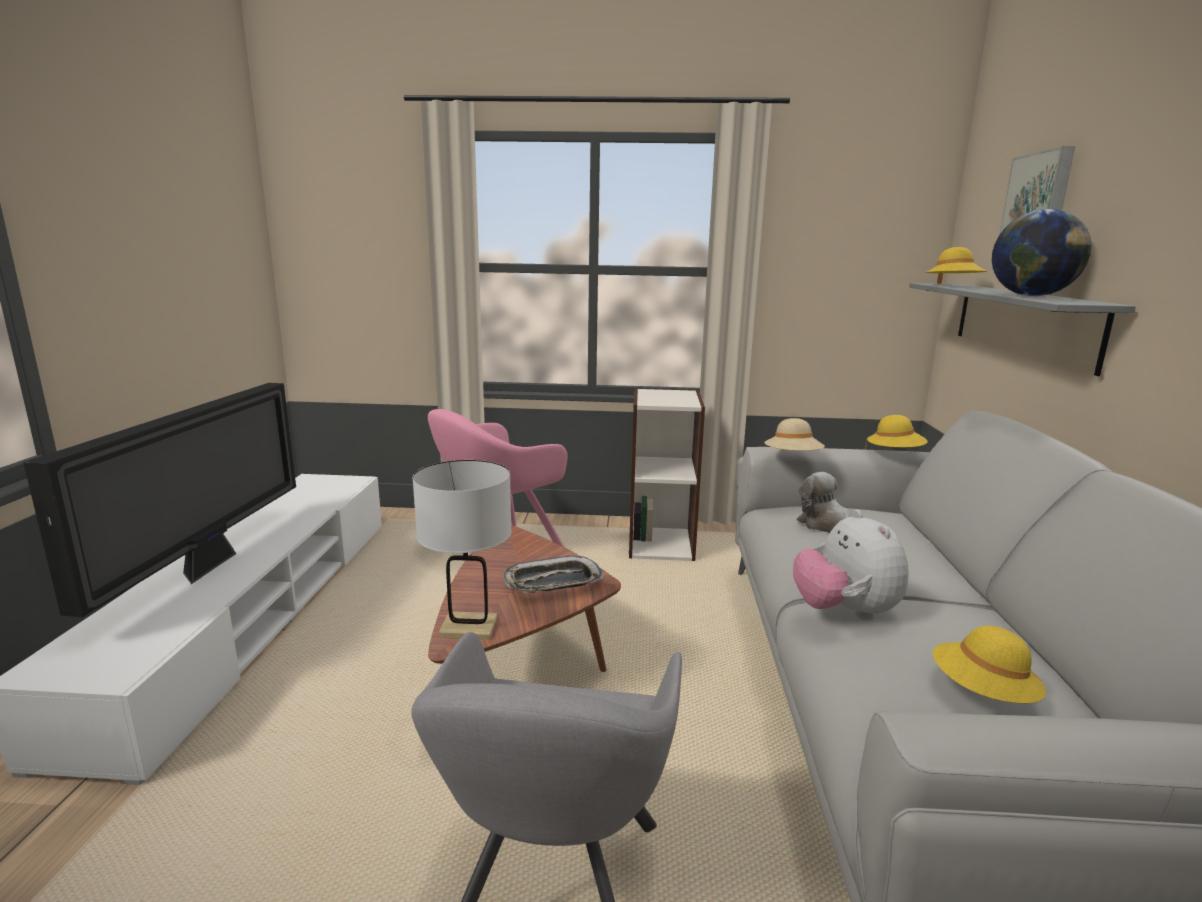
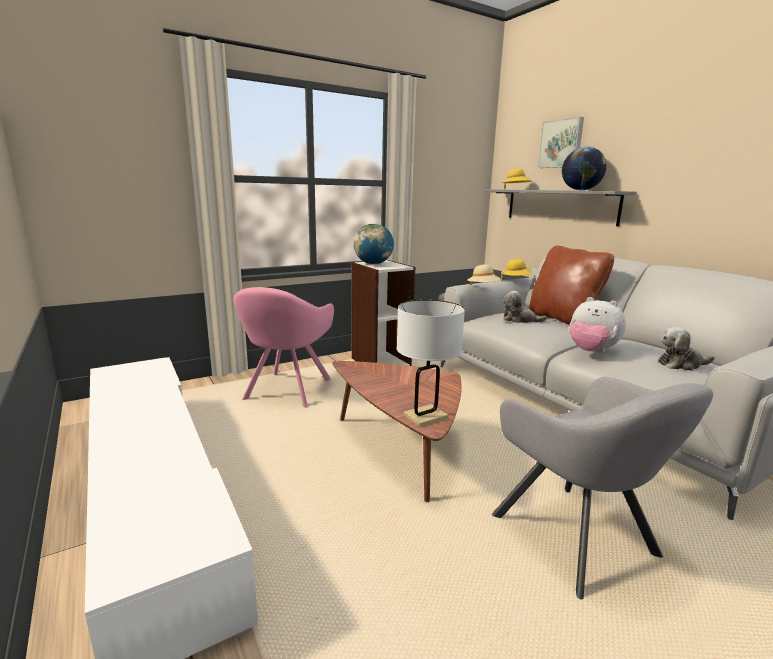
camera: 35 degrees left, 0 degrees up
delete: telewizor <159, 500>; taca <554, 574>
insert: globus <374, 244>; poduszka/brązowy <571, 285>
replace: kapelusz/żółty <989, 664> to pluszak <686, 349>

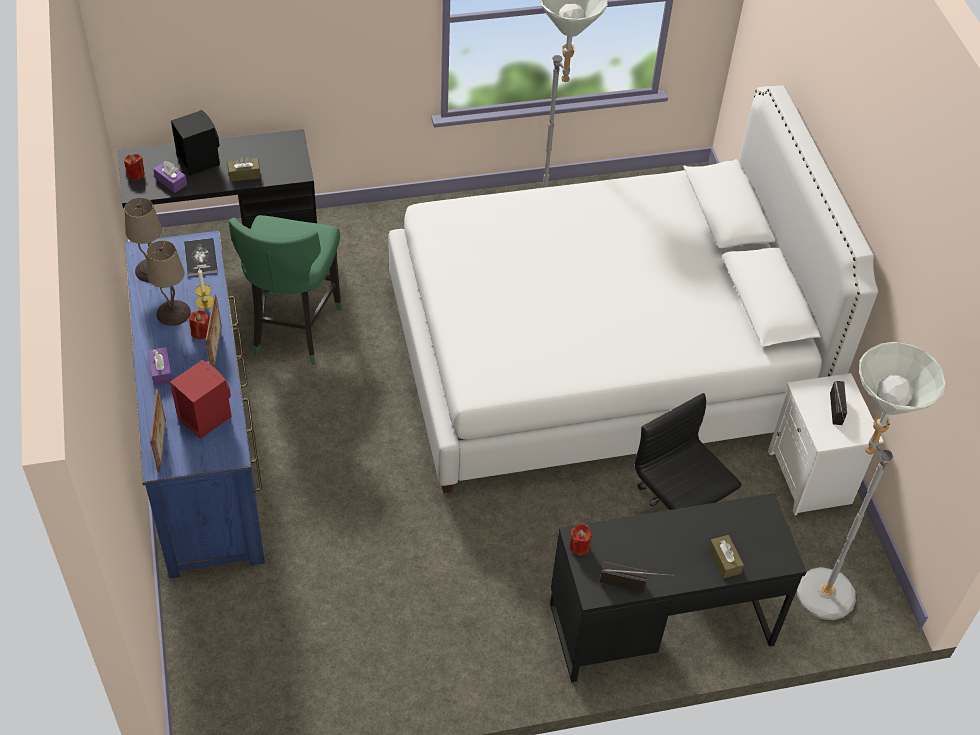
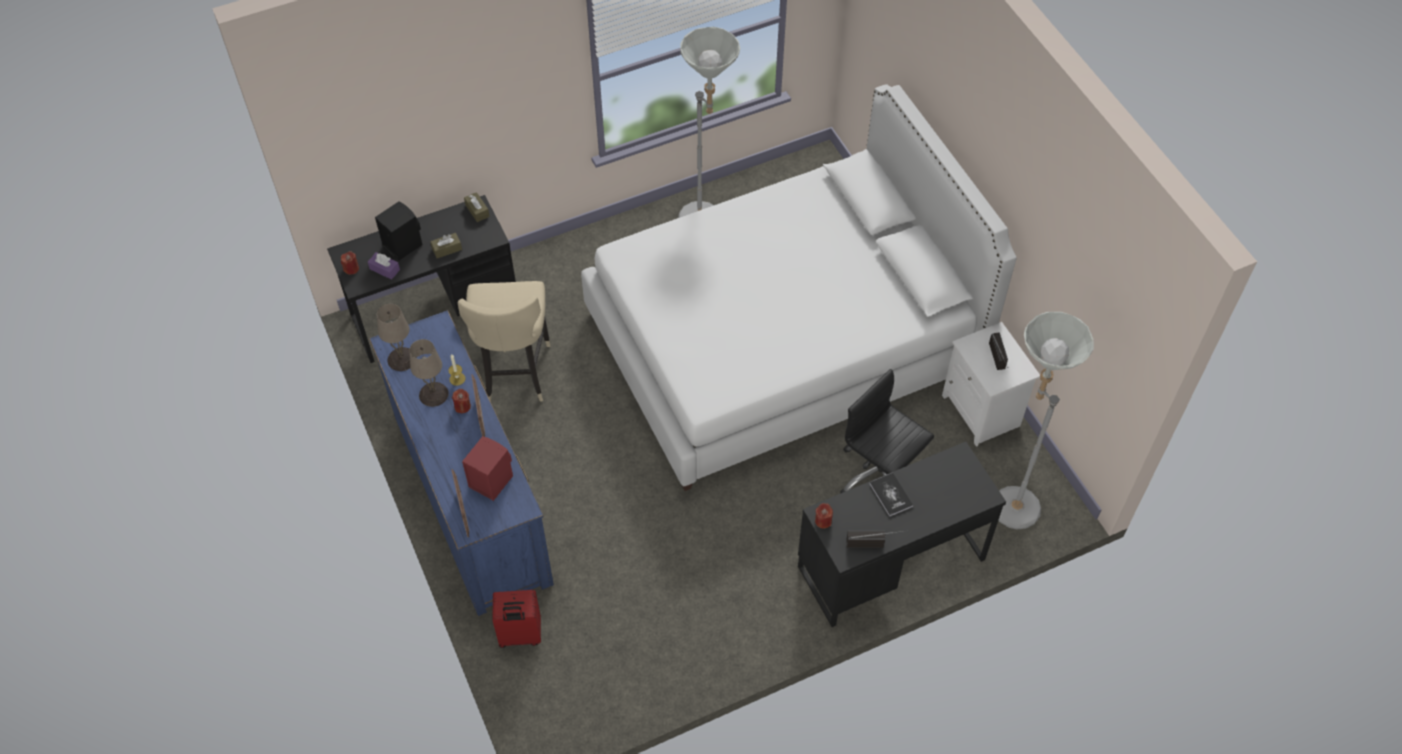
camera: 10 degrees left, 5 degrees up
delete: pudełko chusteczek/fioletowy <160, 366>
insert: walizka/czerwony <517, 619>
move: książka <201, 257> to <891, 495>; pudełko chusteczek/brązowy <726, 556> to <477, 207>
recolor: stołek/zielony <285, 290> to stołek/beżowy <504, 341>

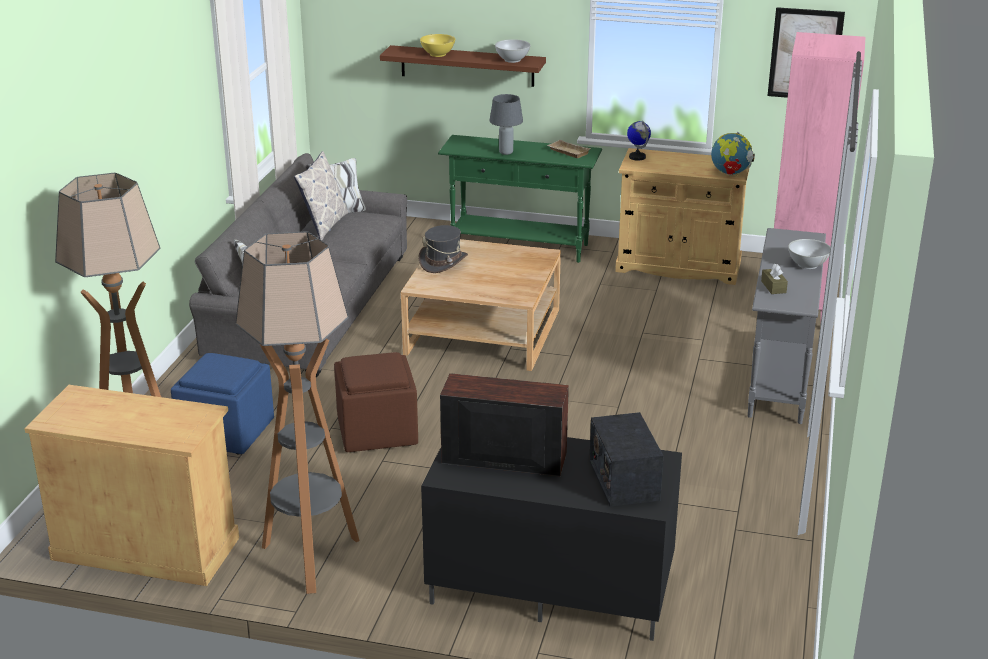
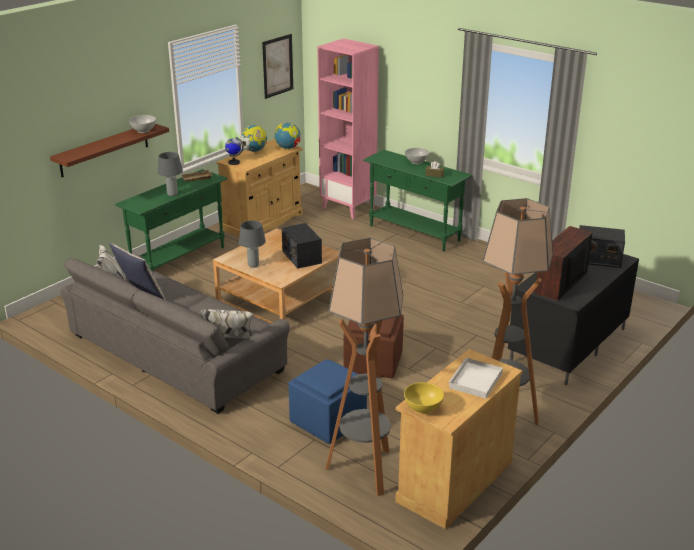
camera: 65 degrees left, 0 degrees up
insert: globus <253, 138>; radio <302, 245>; taca/biały <475, 378>
move: miska/żółty <437, 45> to <424, 398>
replace: kapelusz/szary <443, 249> to lampa stołowa/szary <252, 244>
recolor: stolik konsolowy/szary <787, 326> to stolik konsolowy/zielony <417, 200>

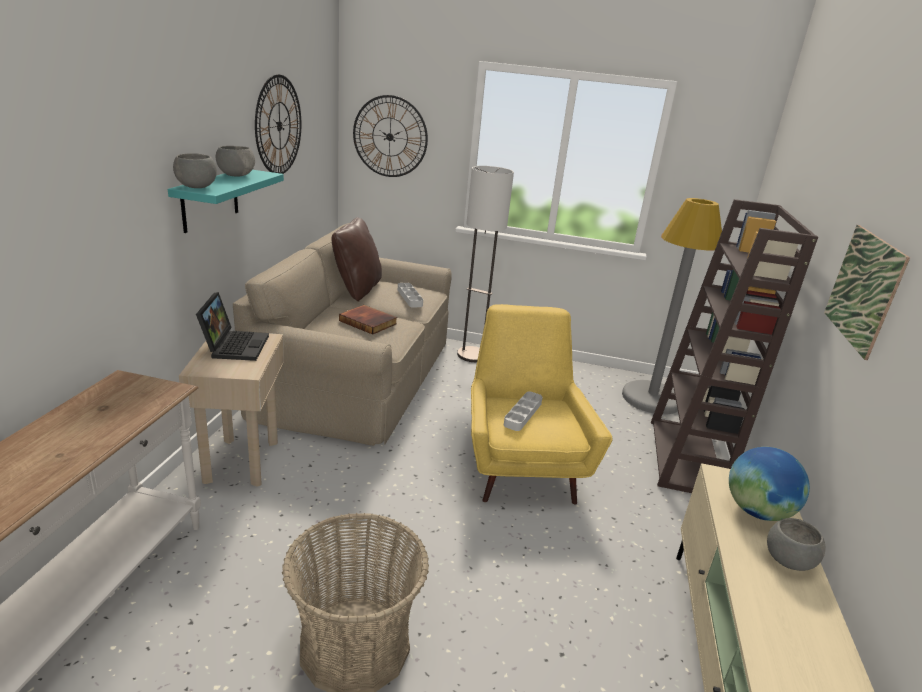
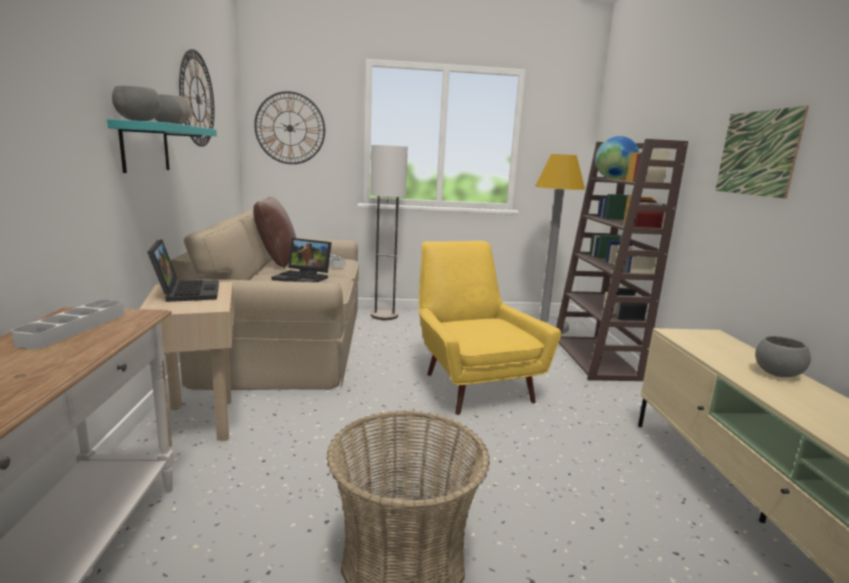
camera: 15 degrees left, 10 degrees down
move: taca/szary <523, 411> to <67, 324>; globus <769, 484> to <617, 157>
replace: książka <368, 319> to laptop <302, 260>

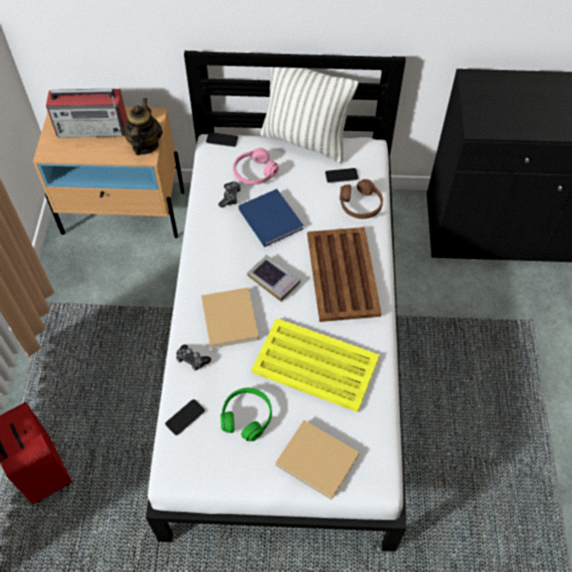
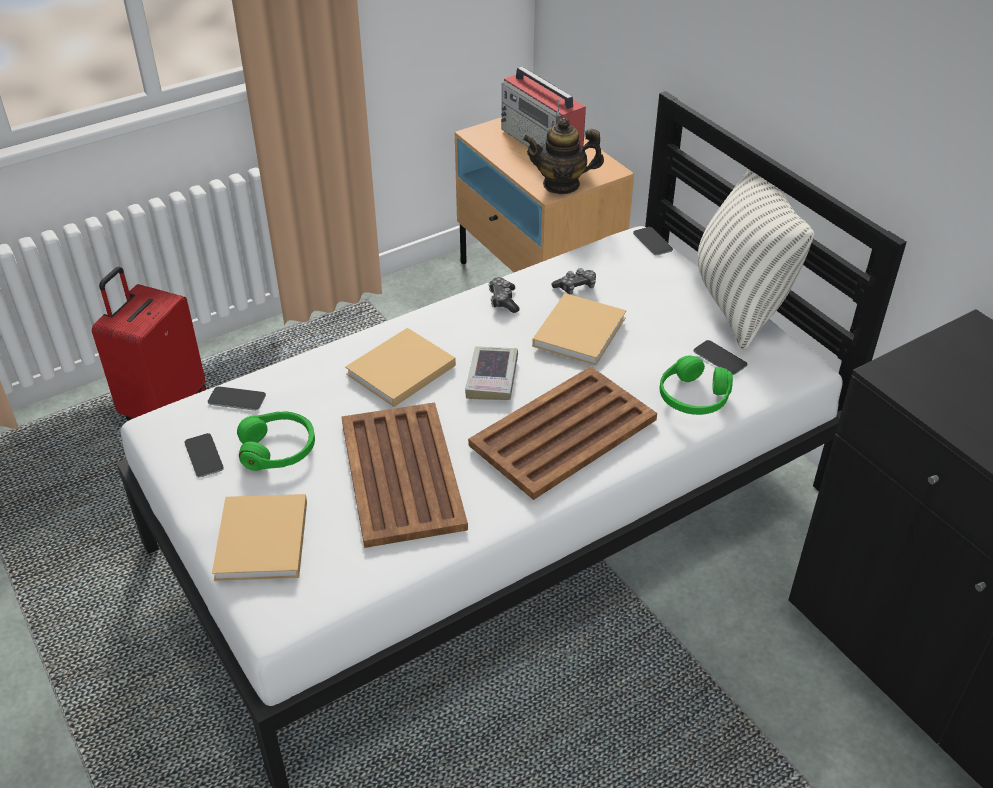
camera: 55 degrees right, 15 degrees down
delete: słuchawki/różowy <256, 166>
insert: telefon <204, 455>
move: pad do gier <193, 357> to <503, 295>
recolor: słuchawki/brązowy <361, 199> to słuchawki/zielony <696, 385>; książka/niebieski <271, 218> to książka/beżowy <579, 329>; taca/żółty <315, 365> to taca/brązowy <404, 475>
rotate: imbryk <142, 126> = <563, 156> 150 degrees counterclockwise

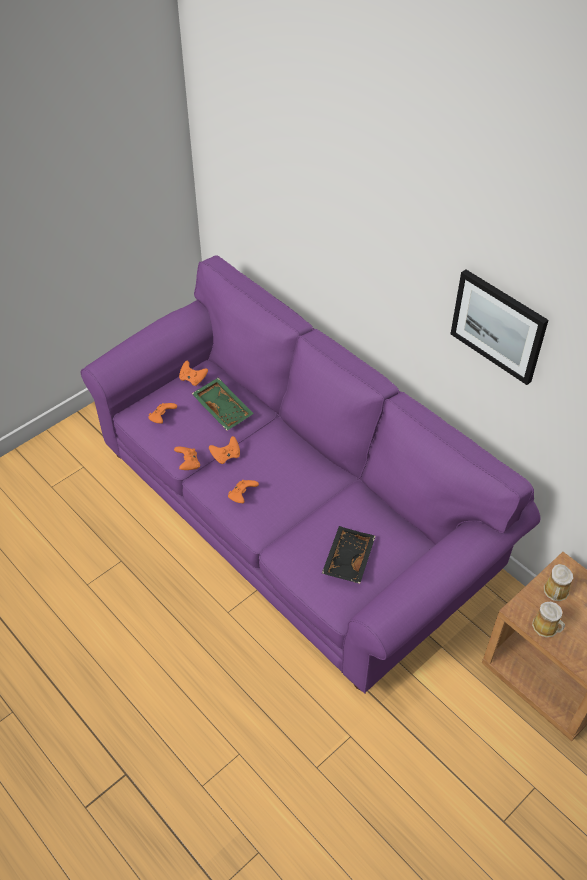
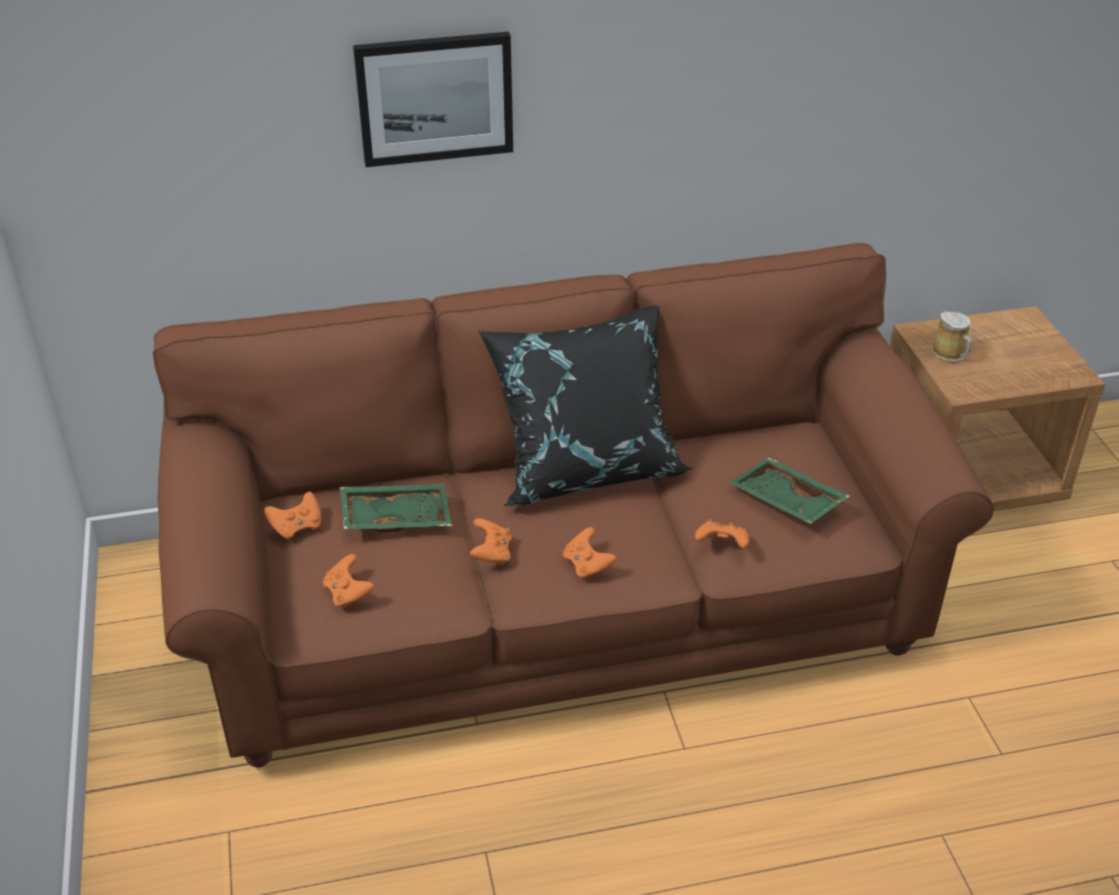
camera: 60 degrees left, 10 degrees down
delete: kubek <548, 619>
insert: poduszka/czarny <586, 405>
move: obraz <499, 327> to <433, 99>; pad do gier/pomarańczowy <187, 458> to <722, 534>
recolor: kanapa/fioletowy <311, 474> to kanapa/brązowy <573, 505>; taca/czarny <348, 555> to taca/zielony <789, 491>

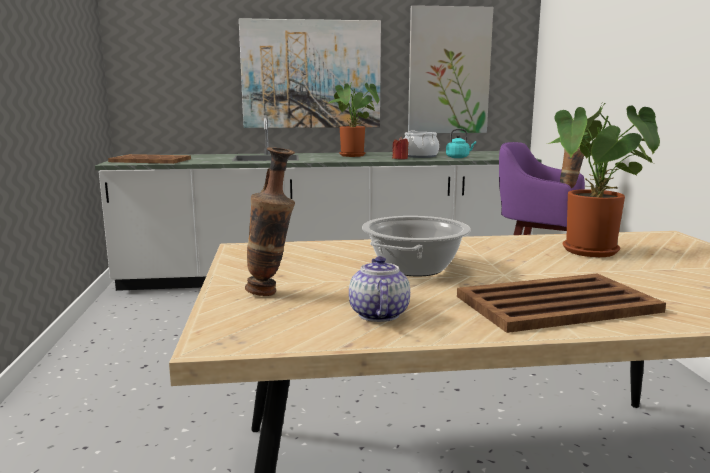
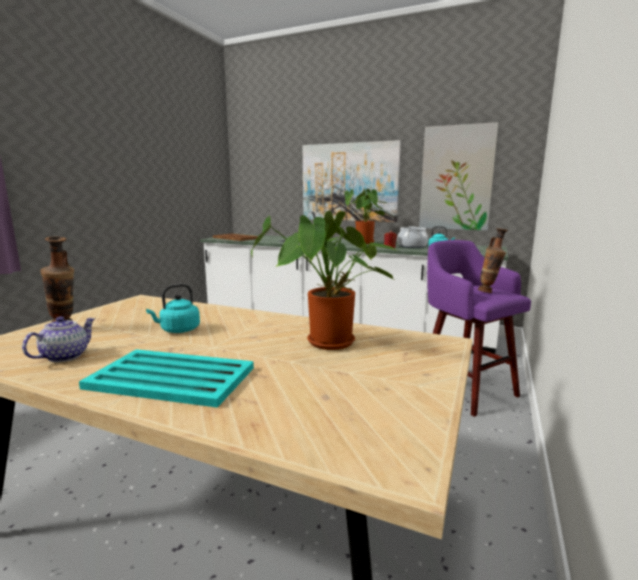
camera: 30 degrees right, 0 degrees up
replace: garnek <416, 246> to czajnik/turkusowy <173, 308>
recolor: taca/brązowy <561, 303> to taca/turkusowy <166, 378>

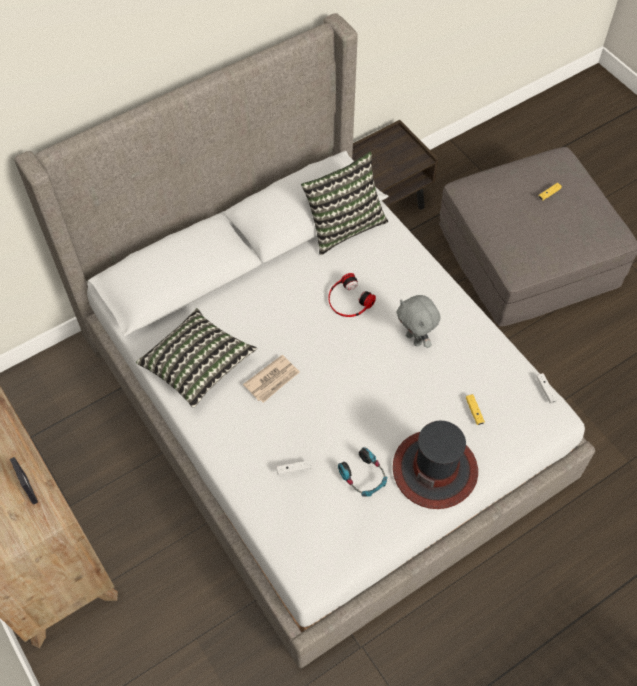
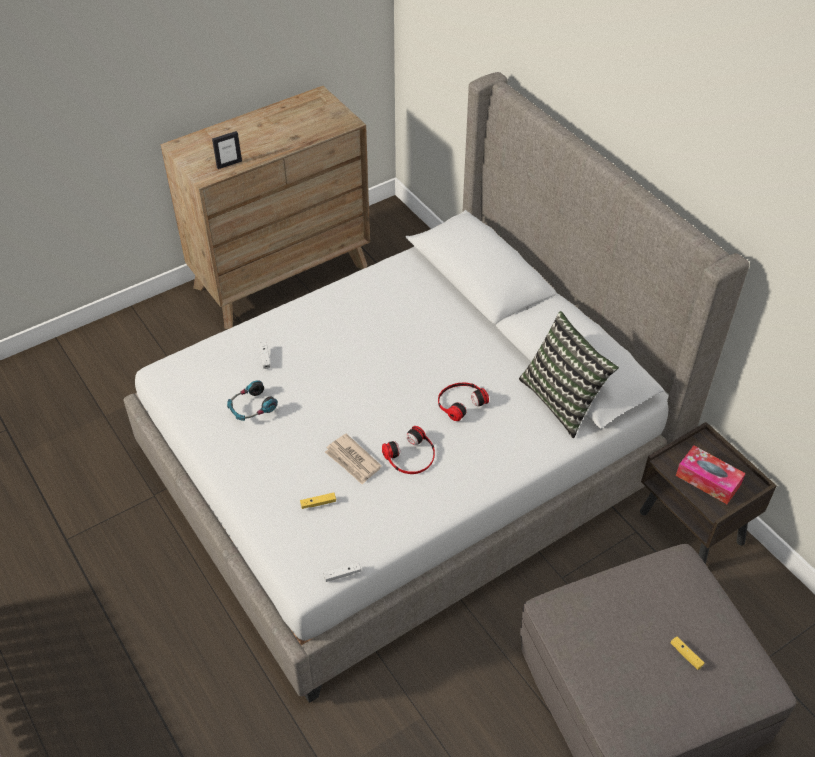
camera: 90 degrees right, 10 degrees down
delete: poduszka <196, 358>; kapelusz <435, 465>
insert: pudełko chusteczek <711, 474>
move: gazeta <271, 379> to <353, 459>
replace: pluszak/szary <418, 321> to słuchawki <408, 450>

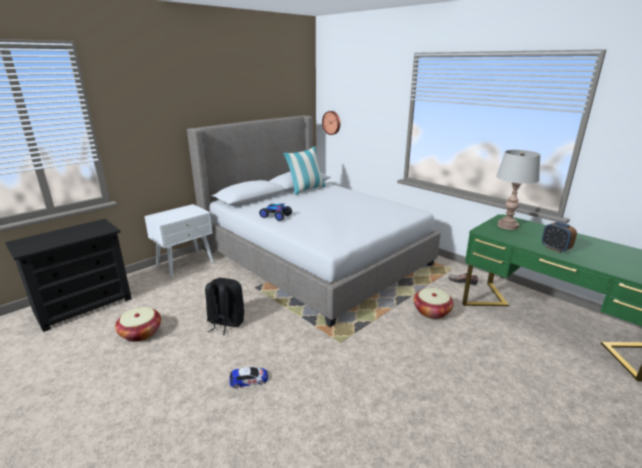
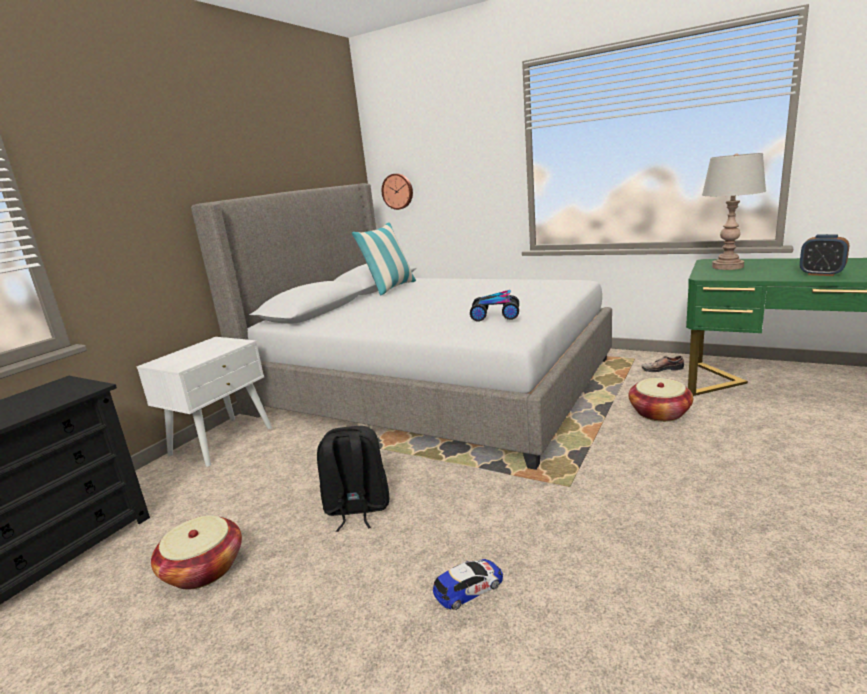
camera: 15 degrees left, 5 degrees down
move: samochodzik <275, 212> to <494, 305>

